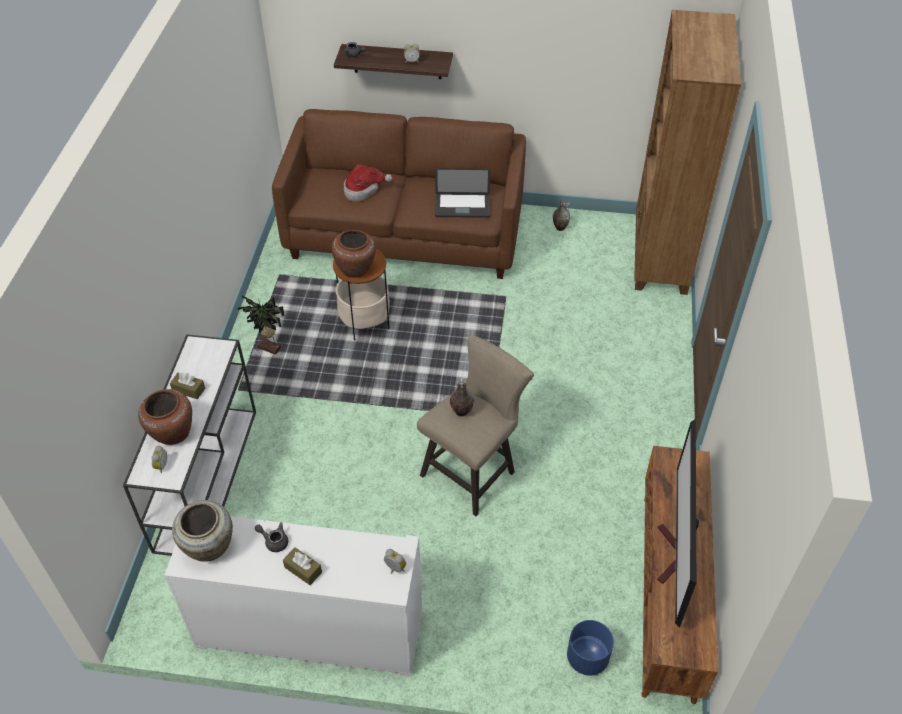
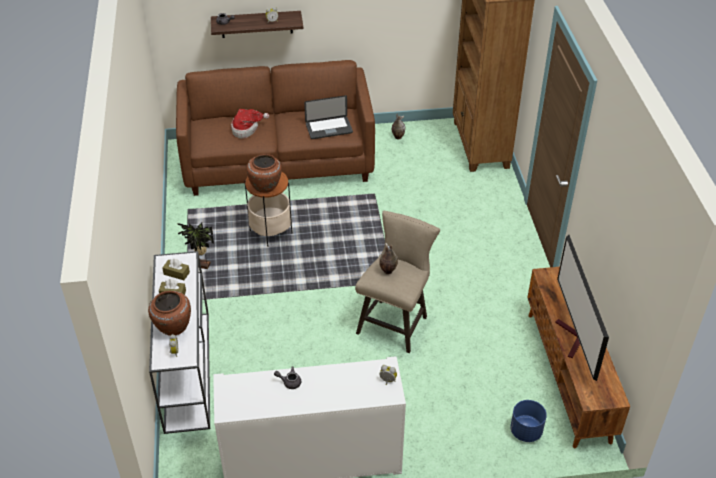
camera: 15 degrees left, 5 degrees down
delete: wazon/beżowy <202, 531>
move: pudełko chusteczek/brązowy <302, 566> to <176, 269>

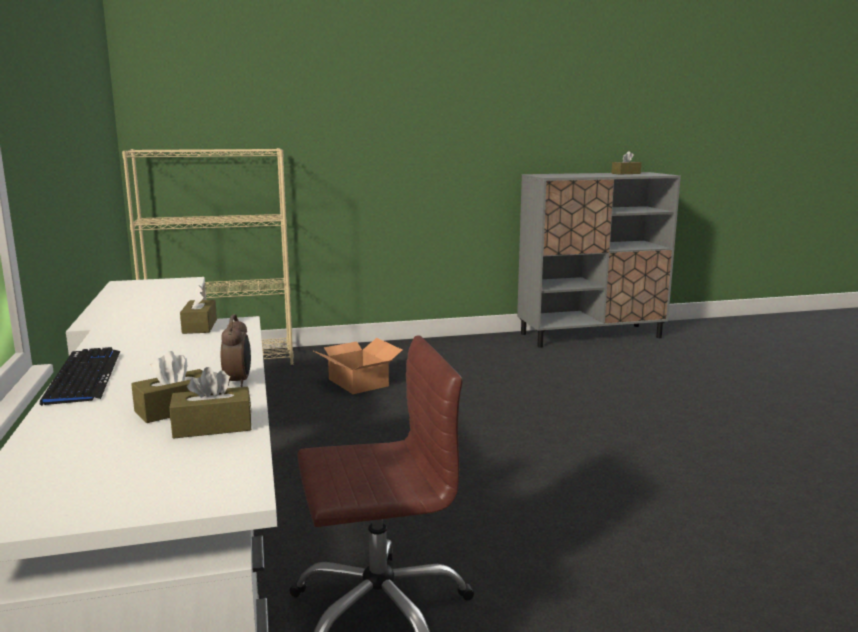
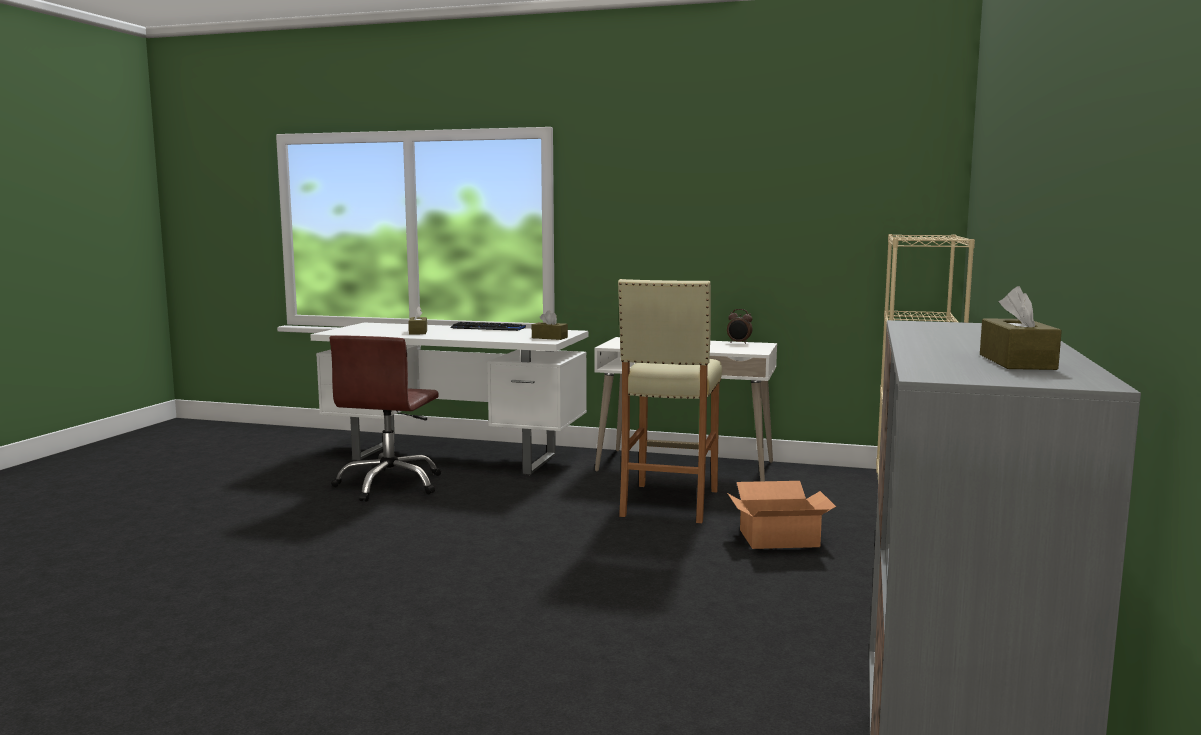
camera: 120 degrees right, 5 degrees down
delete: pudełko chusteczek/brązowy <210, 403>
insert: stołek/beżowy <670, 401>
move: budzik <236, 350> to <739, 326>

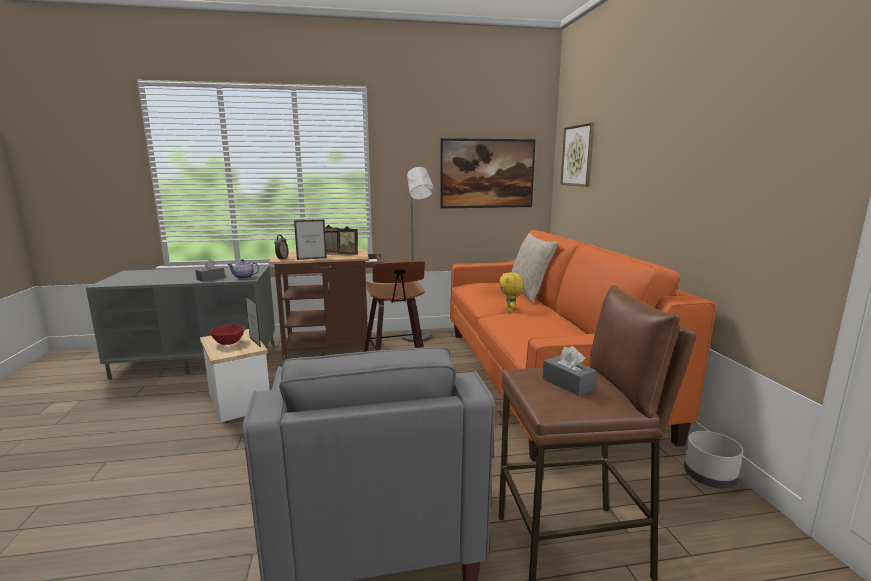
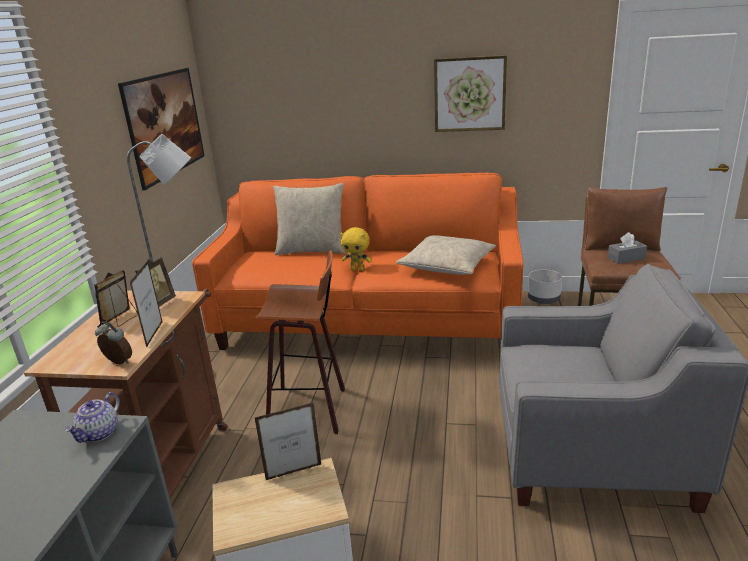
camera: 70 degrees left, 10 degrees up
delete: pudełko chusteczek/szary <210, 270>; miska/czerwony <227, 334>
insert: poduszka/beżowy <446, 255>
move: obraz <577, 155> to <470, 93>

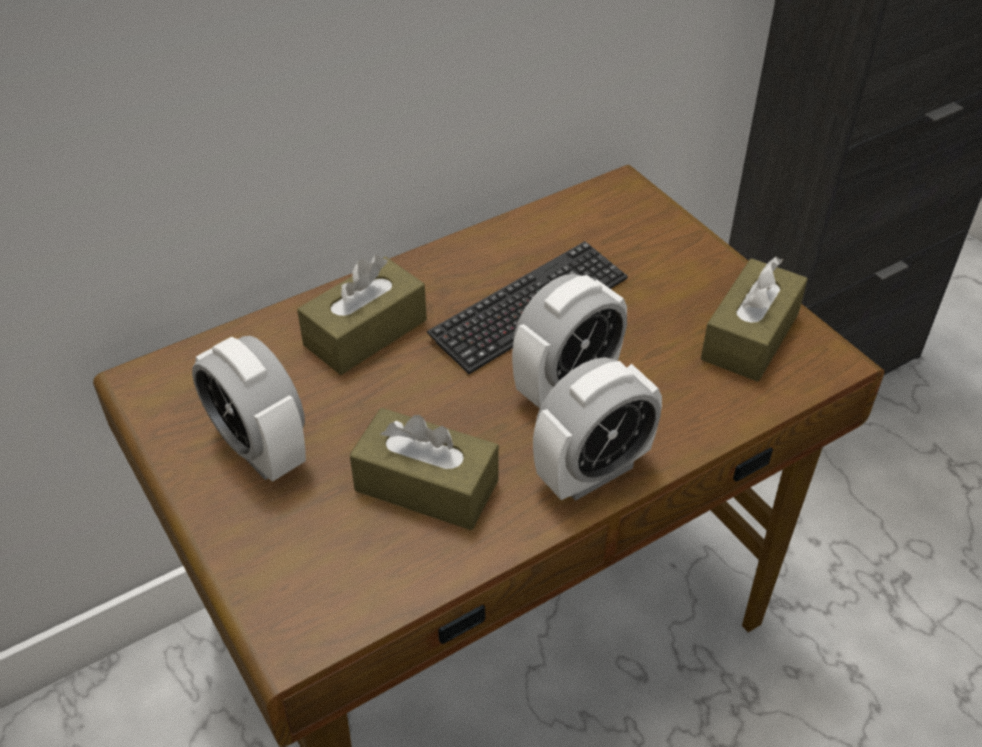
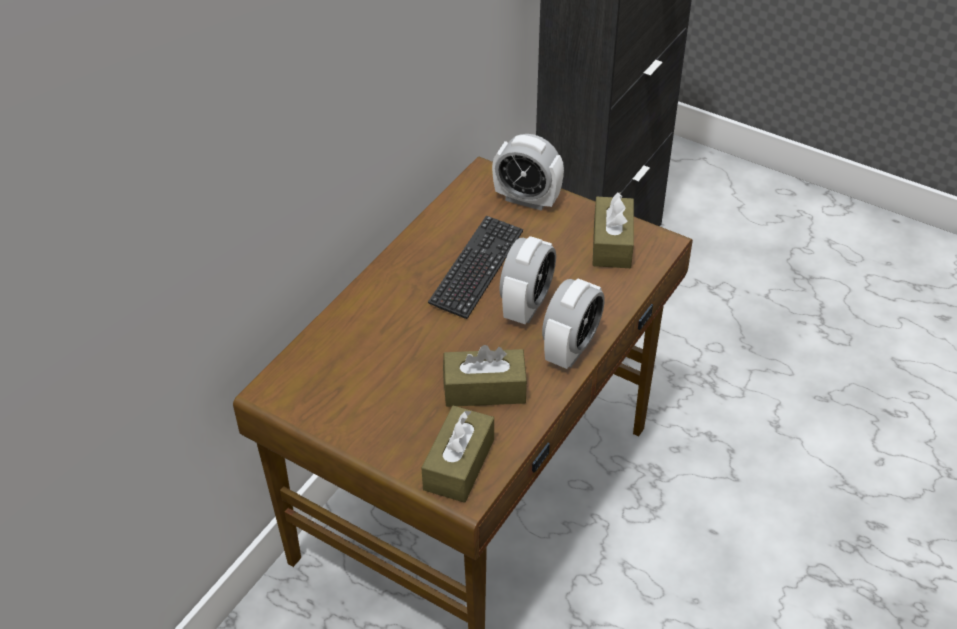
camera: 25 degrees left, 0 degrees up
move: pudełko chusteczek/brązowy <362, 315> to <457, 454>; budzik <249, 409> to <528, 172>

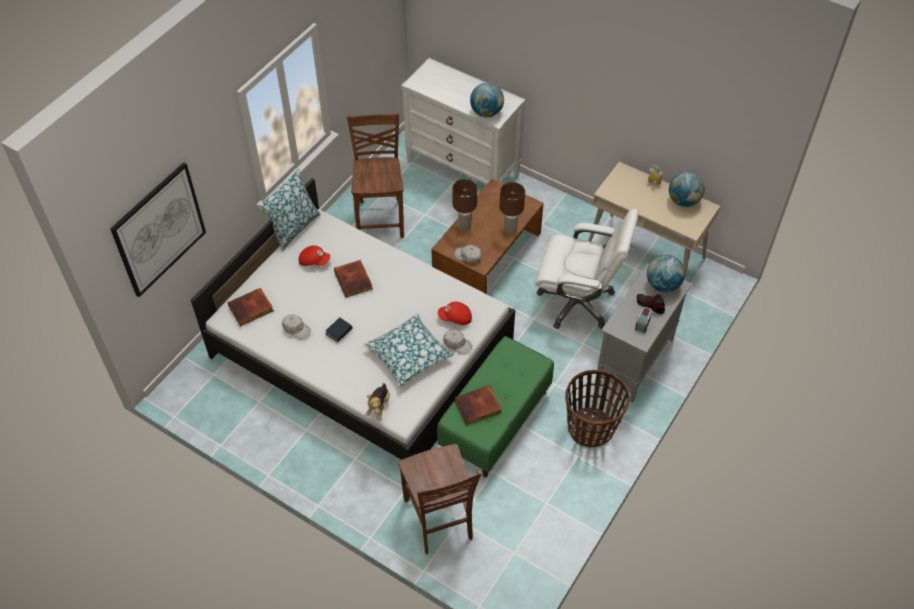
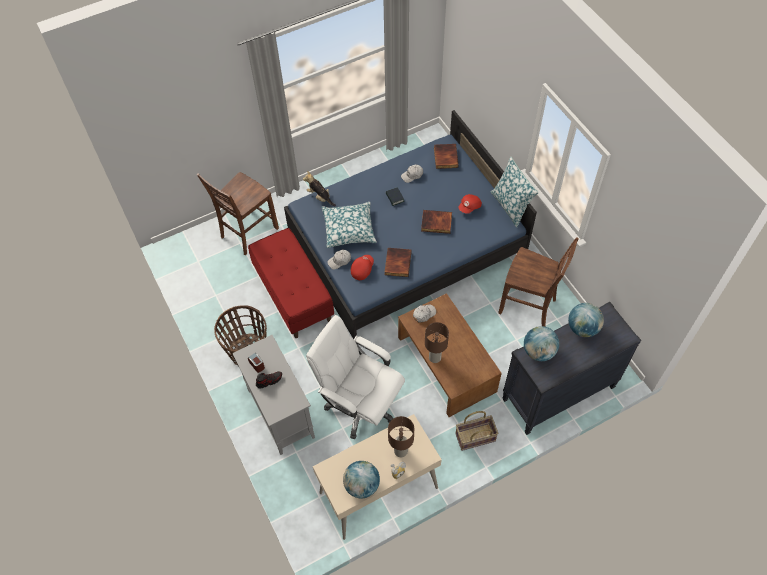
camera: 120 degrees right, 5 degrees up
delete: obraz <158, 229>
insert: koszyk <476, 431>
move: lampa stołowa/brązowy <464, 205> to <401, 436>; globus <666, 273> to <586, 320>; książka <478, 405> to <398, 262>
recolor: komoda/biały <463, 121> to komoda/czarny <571, 368>; łóżko/biały <353, 319> to łóżko/niebieski <410, 224>; ławka/zielony <495, 406> to ławka/czerwony <291, 283>
rotate: krzesło biurowe/biały <587, 269> = <355, 377> 75 degrees clockwise; krzesło/brązowy <440, 499> = <237, 213> 60 degrees counterclockwise

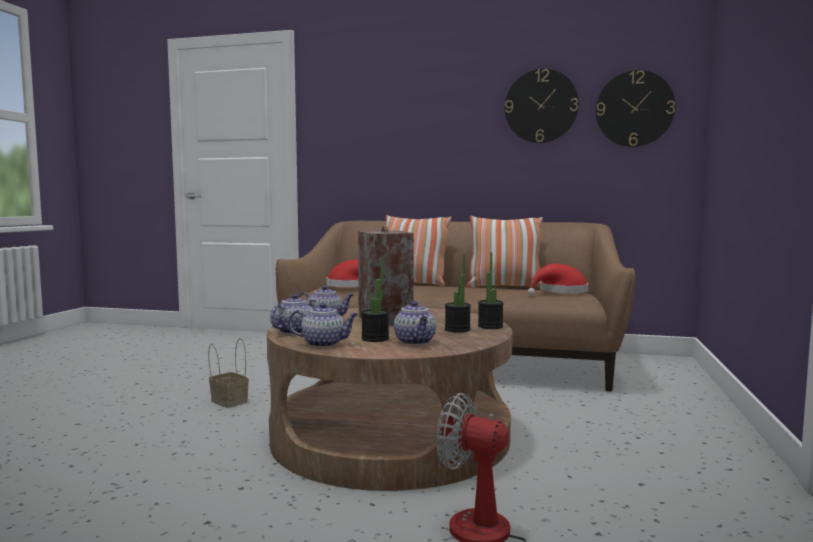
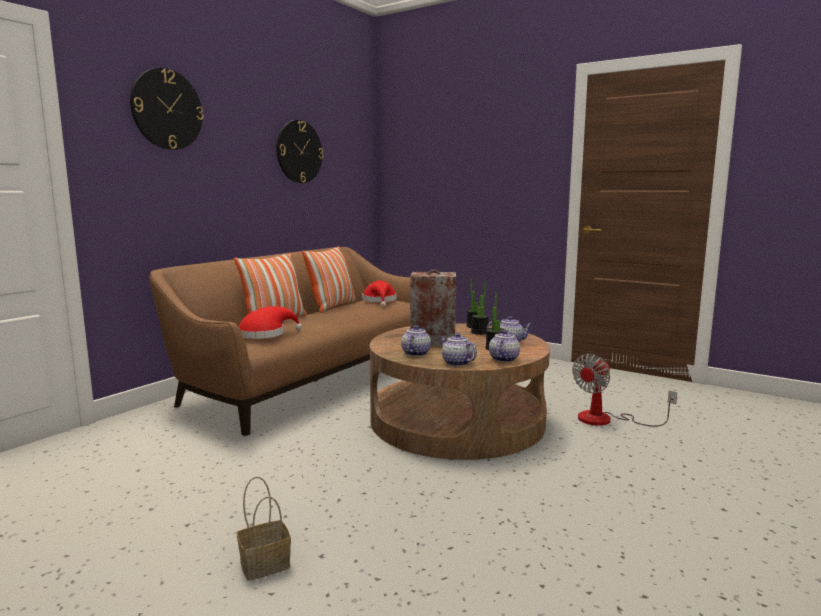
camera: 70 degrees left, 5 degrees up
move: zegar ścienny <635, 108> to <167, 109>; koszyk <228, 373> to <264, 529>

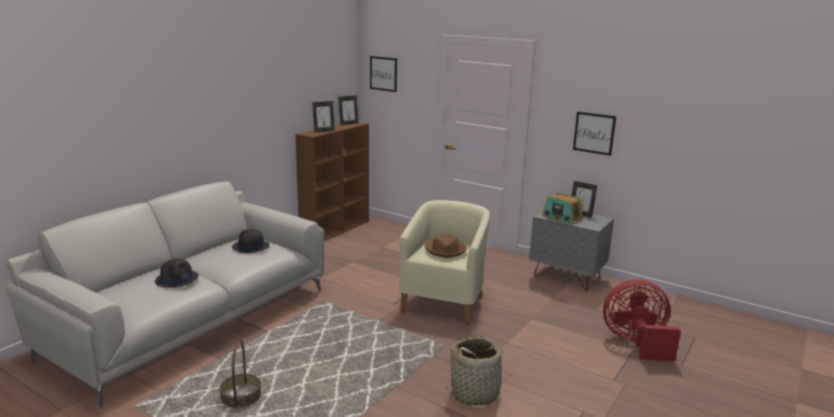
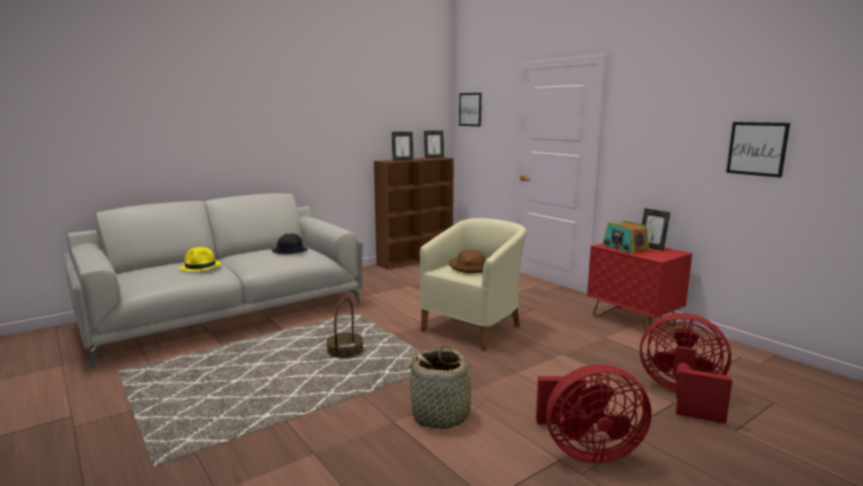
camera: 20 degrees right, 5 degrees down
insert: wentylator/czerwony <593, 413>
move: obraz <594, 133> to <758, 150>; koszyk <240, 374> to <345, 327>
recolor: szafka nocna/szary <571, 251> to szafka nocna/czerwony <639, 289>; kapelusz/czarny <177, 273> to kapelusz/żółty <200, 259>

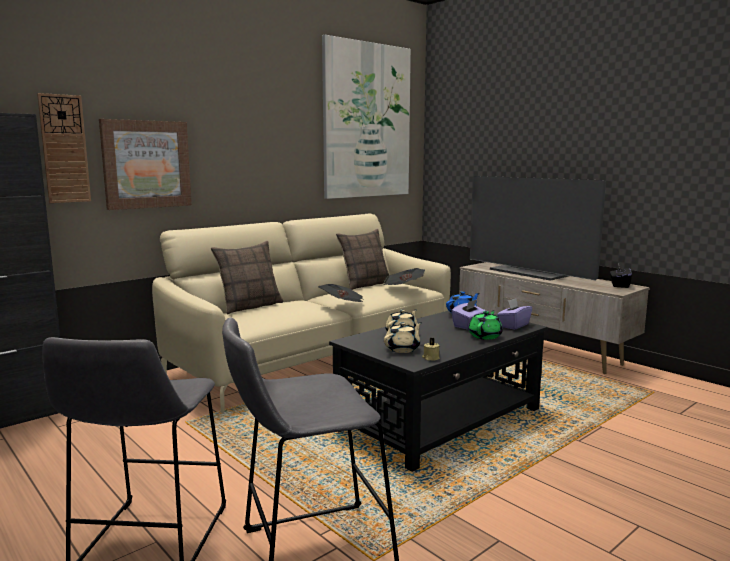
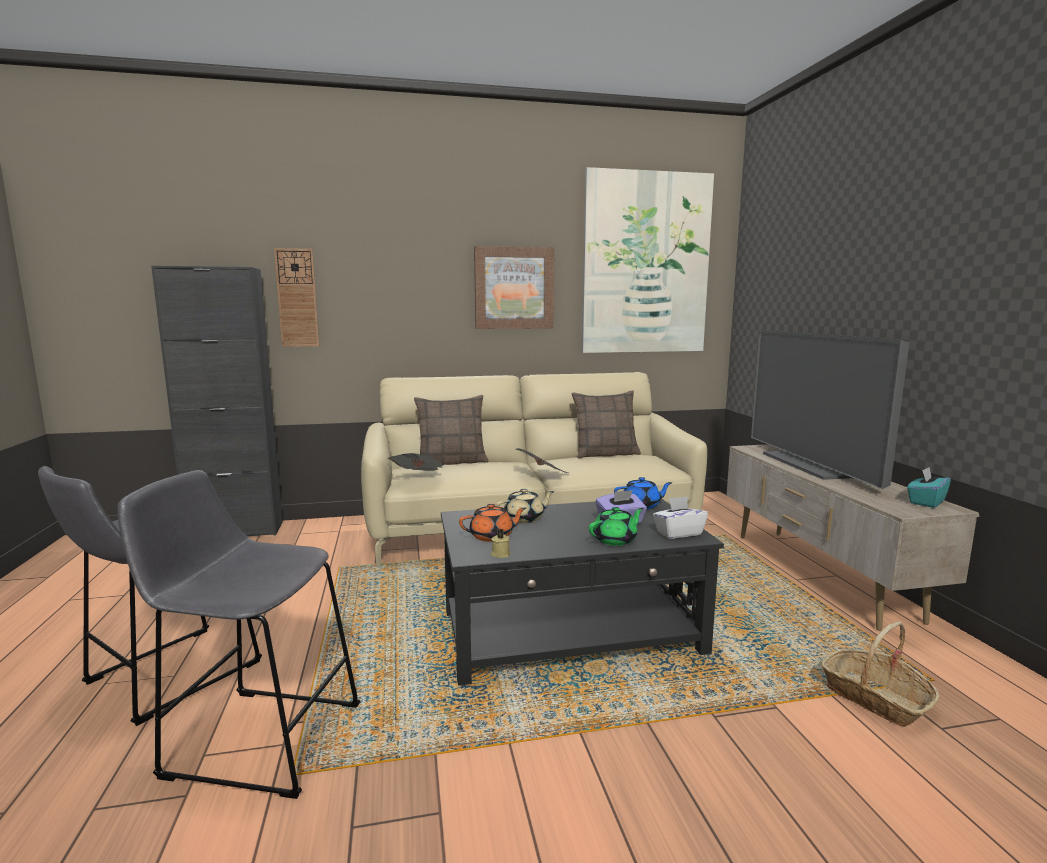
camera: 30 degrees right, 0 degrees up
insert: koszyk <880, 674>
move: obraz <145, 164> to <514, 287>; gazeta <404, 276> to <416, 462>
recolor: pudełko chusteczek/czarny <621, 275> to pudełko chusteczek/turkusowy <929, 487>; pudełko chusteczek/fioletowy <514, 314> to pudełko chusteczek/biały <680, 517>; imbryk/beżowy <403, 337> to imbryk/pomarańczowy <492, 523>

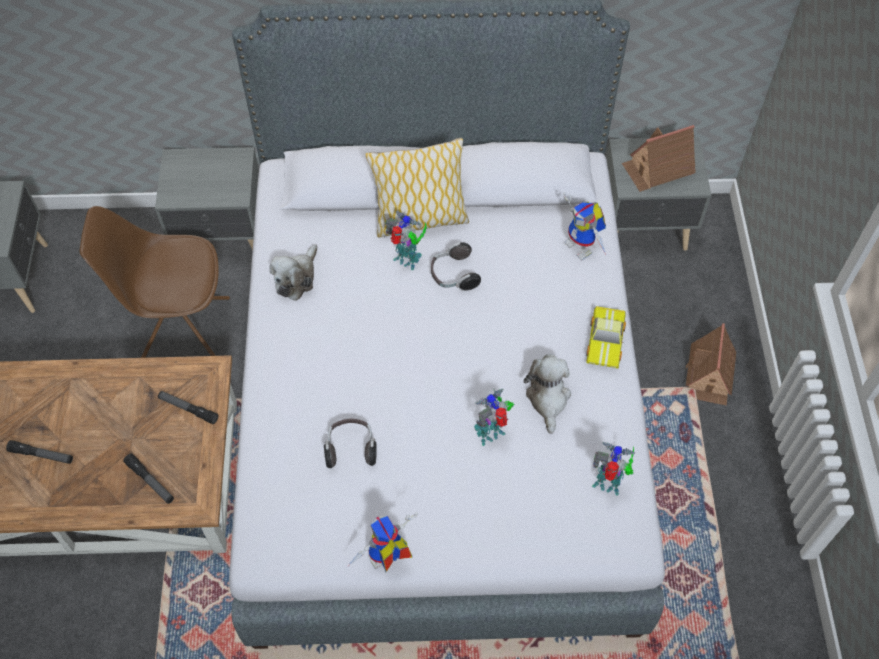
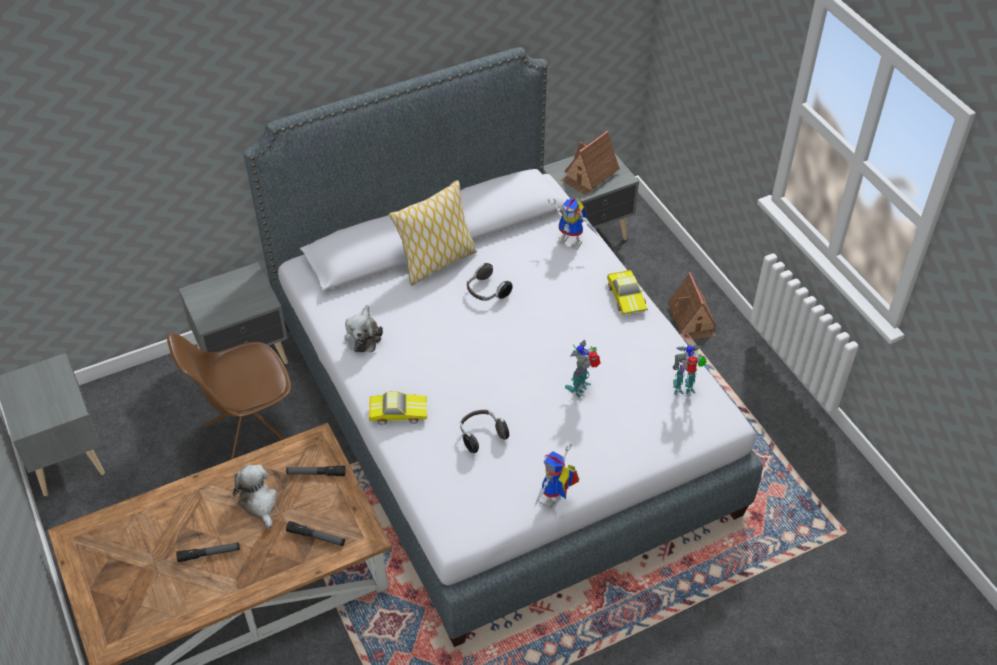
camera: 25 degrees left, 10 degrees down
delete: robot zabawkowy <406, 240>
insert: samochodzik <398, 408>
move: pluszak <547, 394> to <255, 497>

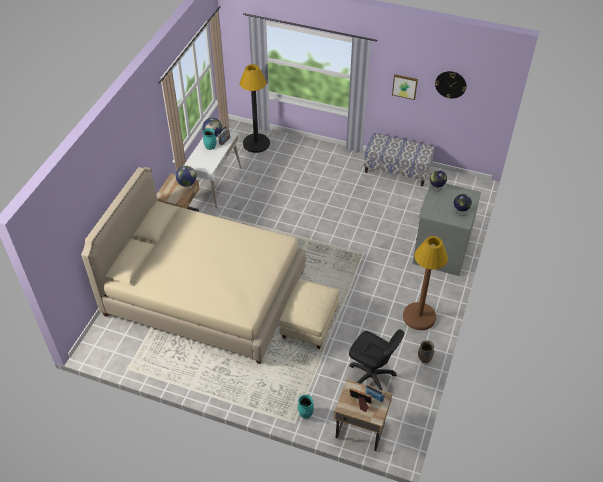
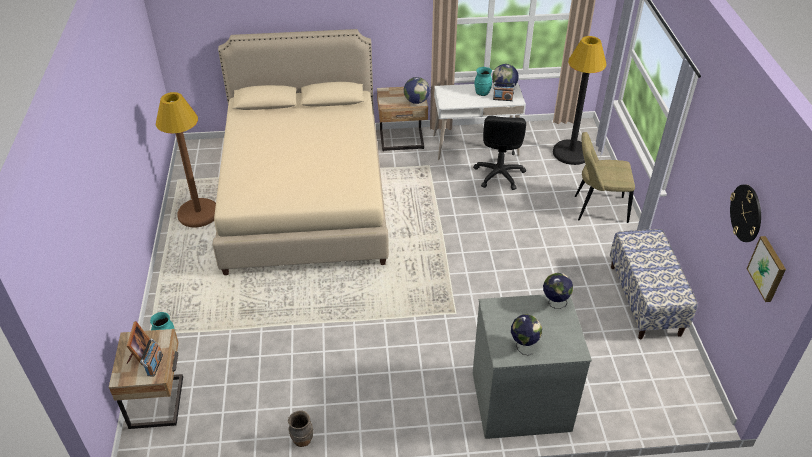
camera: 65 degrees right, 5 degrees down
delete: pufa/beżowy <309, 314>
insert: krzesło/beżowy <605, 177>
move: obraz <405, 87> to <766, 269>; lampa stojąca/brązowy <425, 283> to <186, 159>; krzesło biurowe/czarny <376, 359> to <499, 153>

